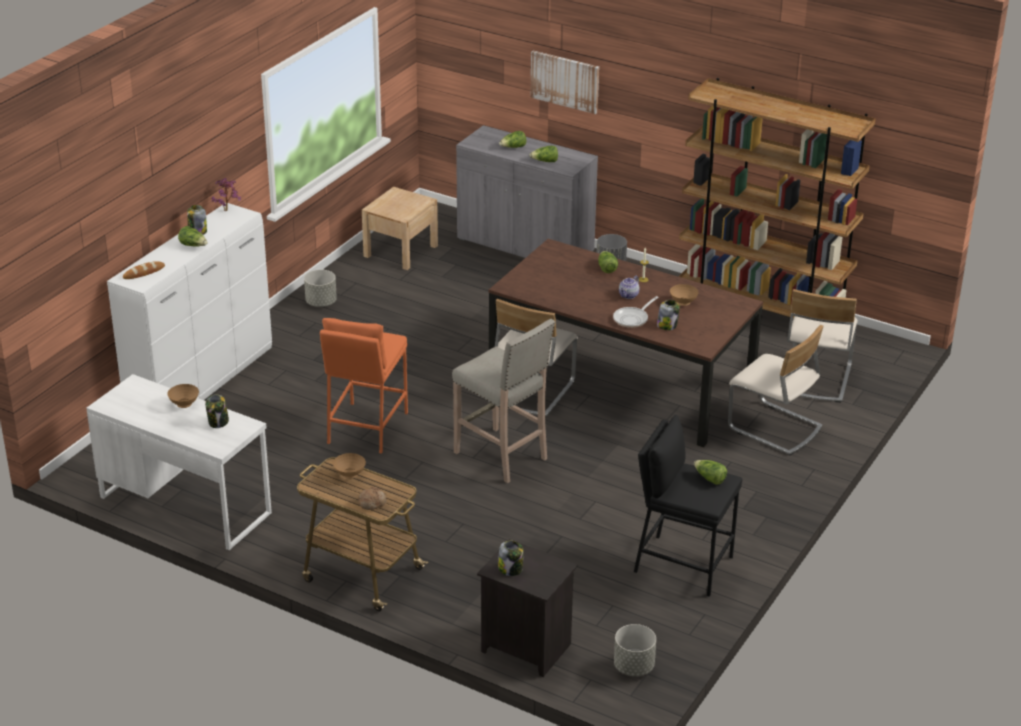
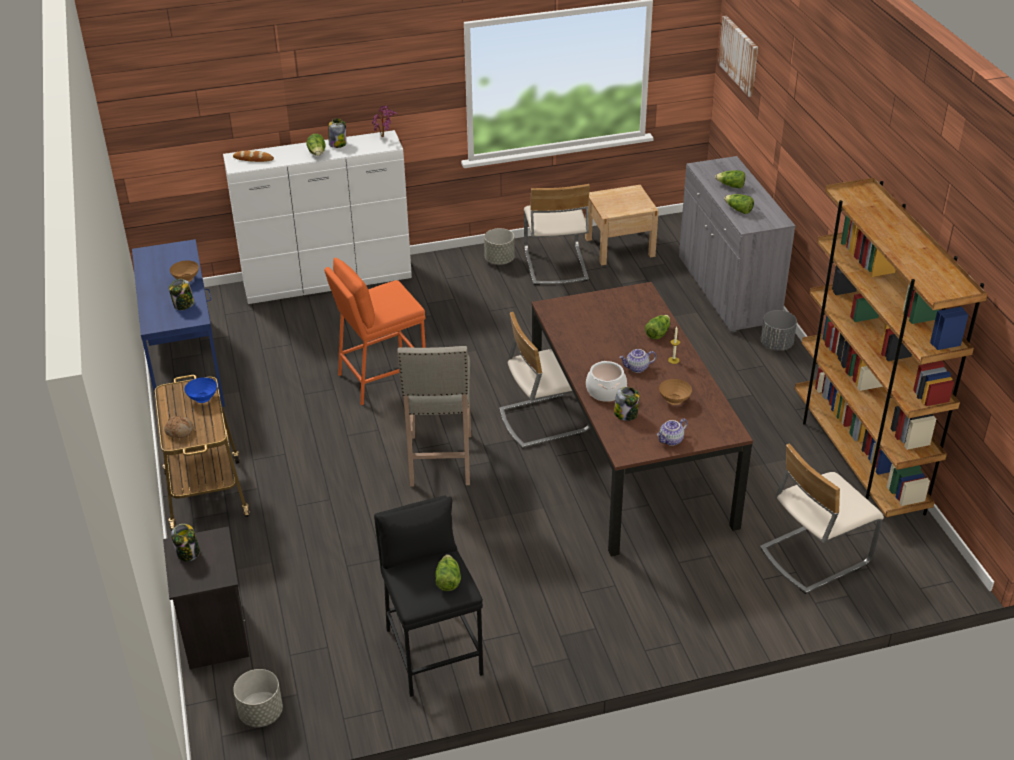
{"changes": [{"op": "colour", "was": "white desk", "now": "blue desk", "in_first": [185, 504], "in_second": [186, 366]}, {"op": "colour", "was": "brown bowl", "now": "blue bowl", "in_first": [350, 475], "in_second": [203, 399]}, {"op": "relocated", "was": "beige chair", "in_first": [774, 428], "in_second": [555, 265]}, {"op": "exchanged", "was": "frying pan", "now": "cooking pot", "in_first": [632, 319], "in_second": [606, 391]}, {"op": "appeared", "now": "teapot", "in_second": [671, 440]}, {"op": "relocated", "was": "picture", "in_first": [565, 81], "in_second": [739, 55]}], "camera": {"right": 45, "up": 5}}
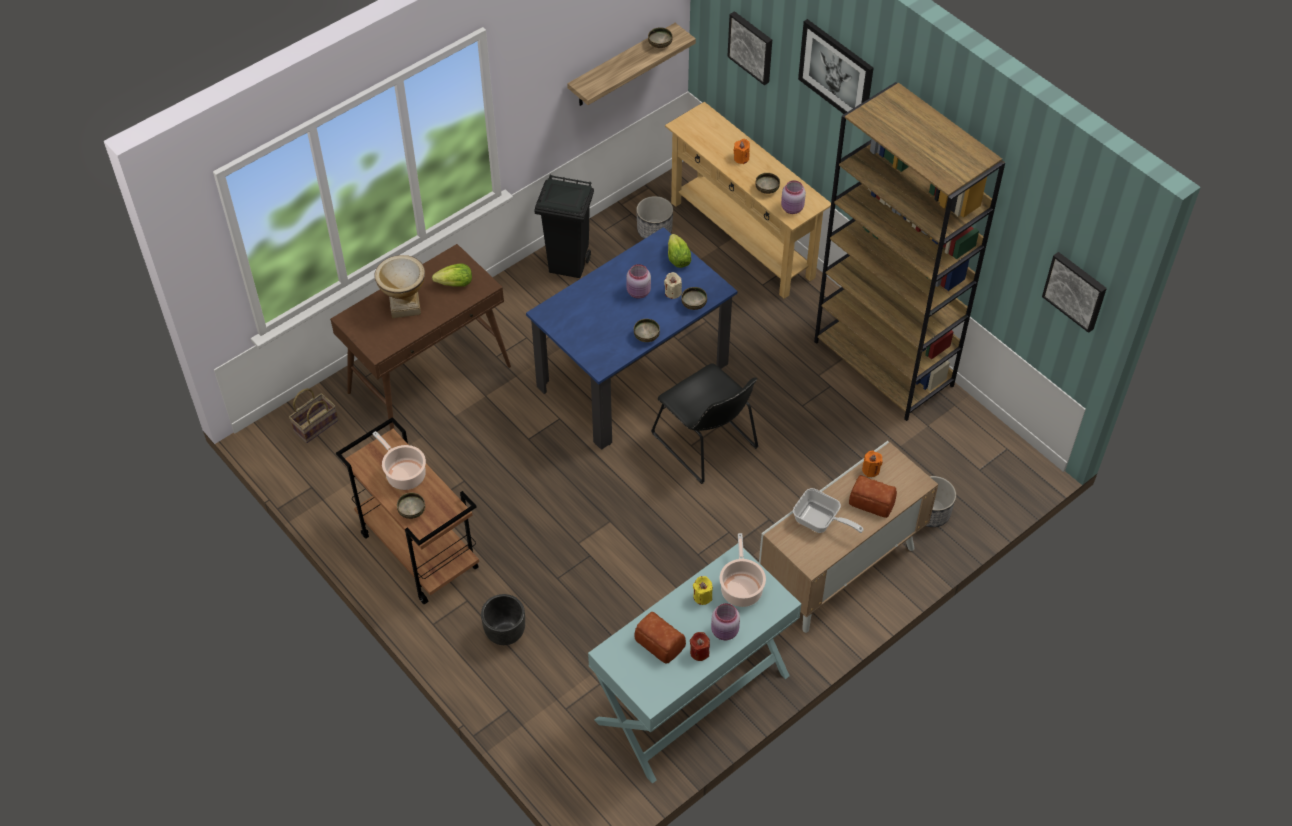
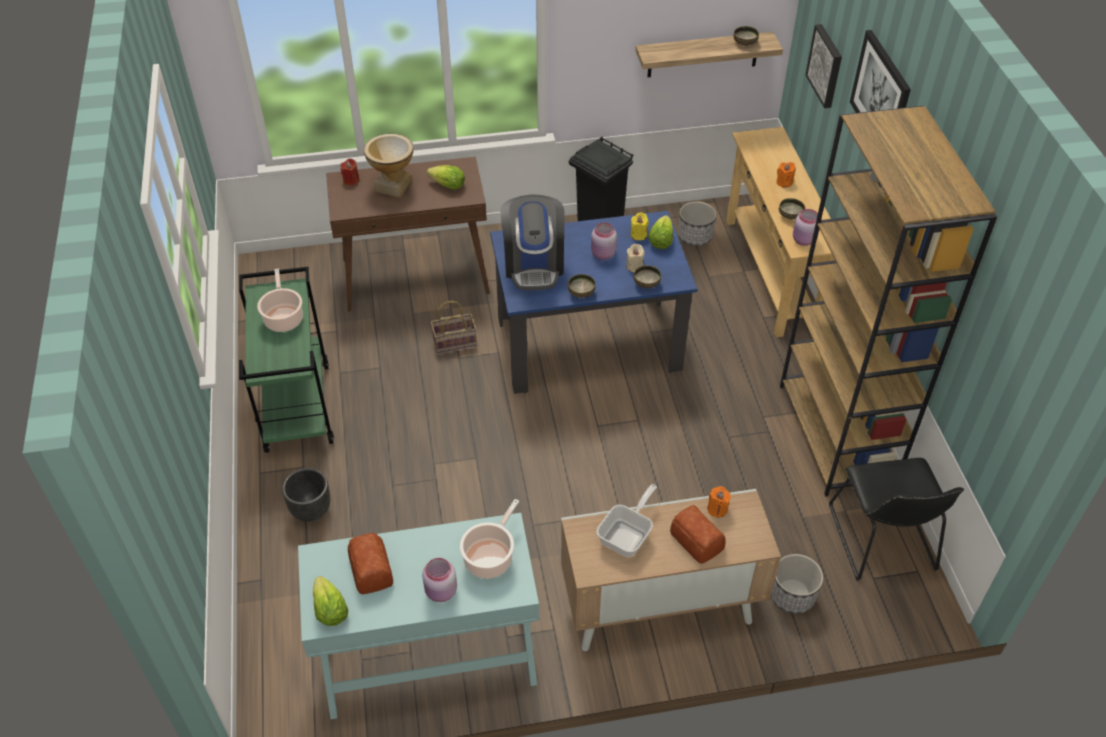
{"changes": [{"op": "colour", "was": "brown cart", "now": "green cart", "in_first": [418, 551], "in_second": [296, 407]}, {"op": "appeared", "now": "lettuce", "in_second": [330, 611]}, {"op": "relocated", "was": "red candle", "in_first": [699, 652], "in_second": [351, 180]}, {"op": "relocated", "was": "basket", "in_first": [316, 424], "in_second": [455, 341]}, {"op": "appeared", "now": "coffee machine", "in_second": [534, 265]}, {"op": "spun", "was": "frying pan", "in_first": [820, 522], "in_second": [628, 535], "clockwise": -120}, {"op": "relocated", "was": "yellow candle", "in_first": [702, 596], "in_second": [638, 235]}, {"op": "relocated", "was": "black chair", "in_first": [707, 444], "in_second": [883, 542]}, {"op": "missing", "was": "bowl", "in_first": [411, 511]}, {"op": "missing", "was": "picture", "in_first": [1076, 290]}], "camera": {"right": 30, "up": -5}}
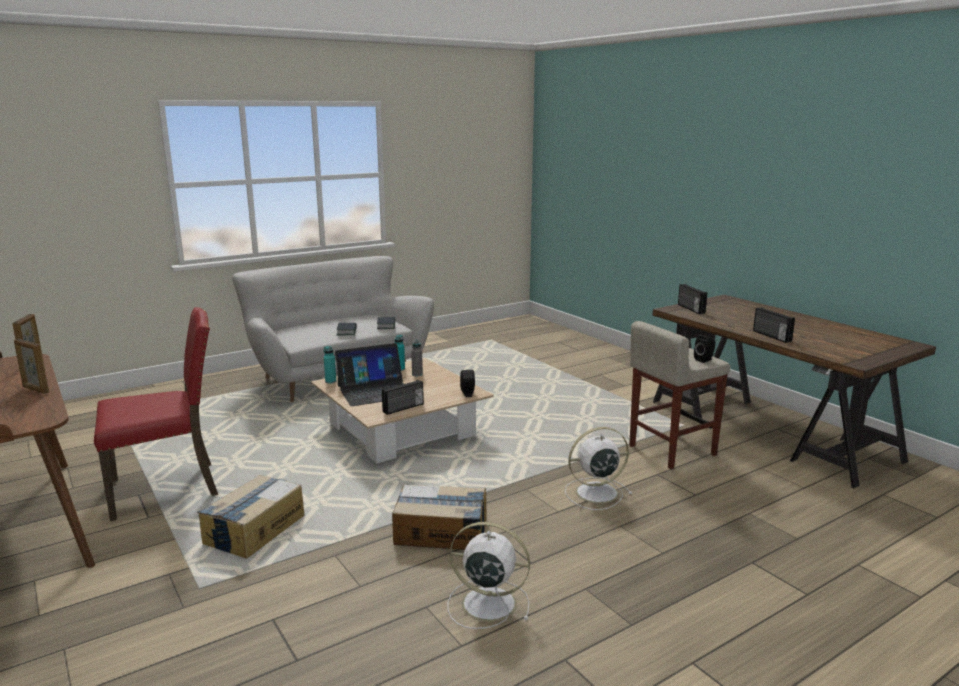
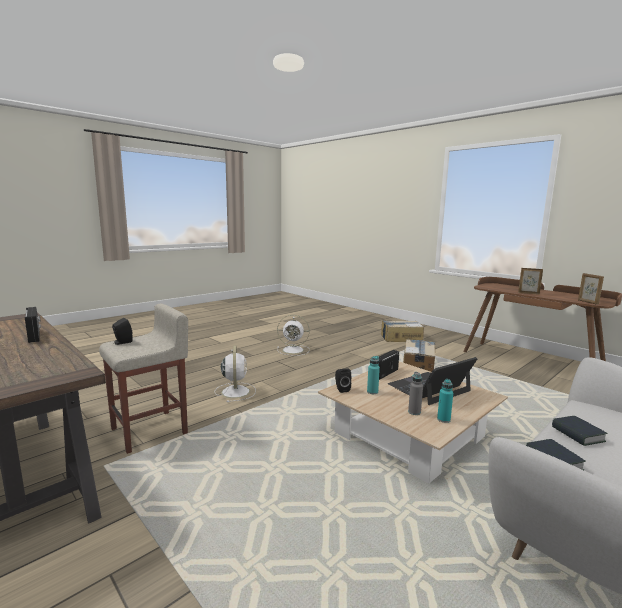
{"changes": [{"op": "spun", "was": "white fan", "in_first": [595, 493], "in_second": [235, 391], "clockwise": -75}, {"op": "relocated", "was": "turquoise bottle", "in_first": [330, 381], "in_second": [372, 392]}, {"op": "relocated", "was": "cardboard box", "in_first": [441, 532], "in_second": [401, 338]}, {"op": "missing", "was": "red chair", "in_first": [167, 488]}, {"op": "missing", "was": "radio", "in_first": [690, 309]}], "camera": {"right": 170, "up": -5}}
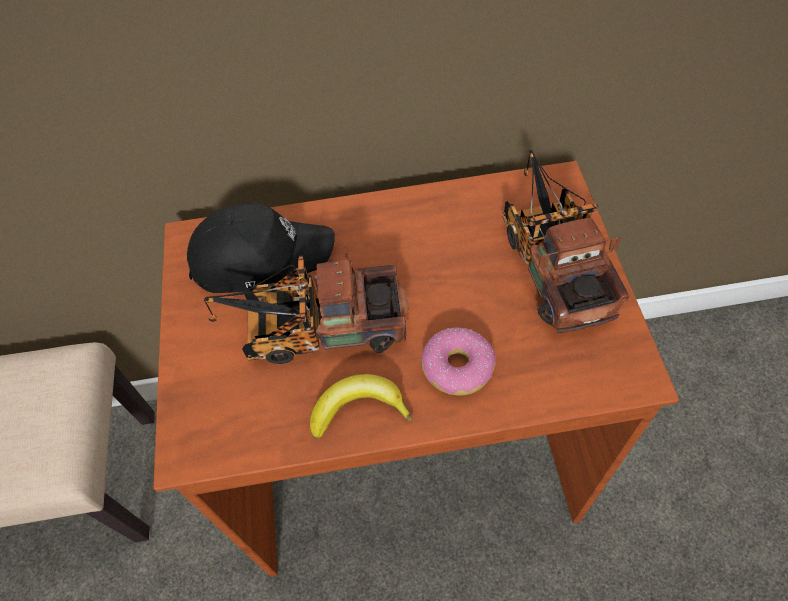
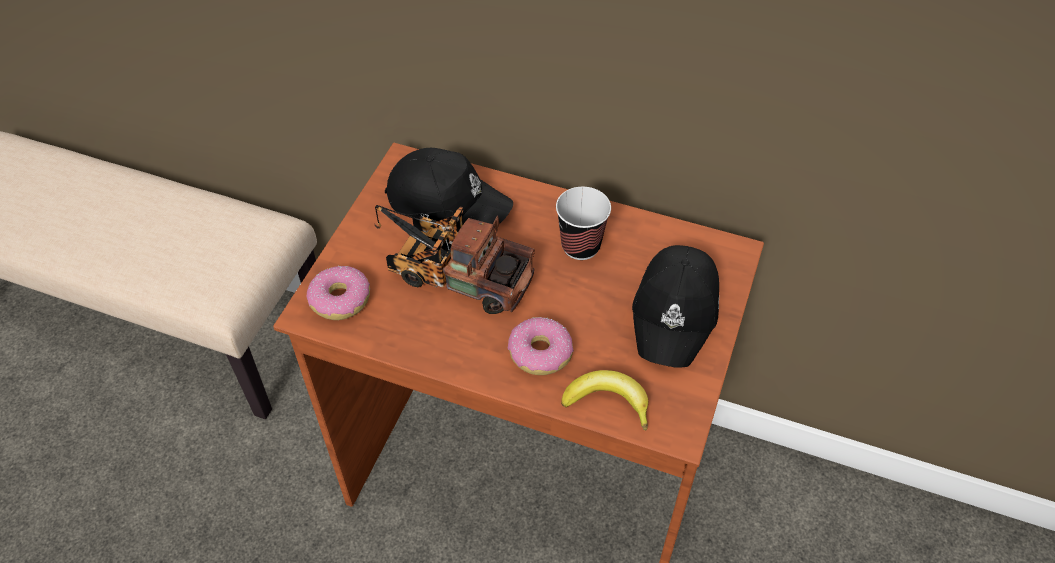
{"changes": [{"op": "appeared", "now": "donut", "in_second": [340, 299]}, {"op": "appeared", "now": "cup", "in_second": [580, 246]}, {"op": "relocated", "was": "banana", "in_first": [358, 409], "in_second": [608, 402]}, {"op": "exchanged", "was": "toy truck", "now": "black cap", "in_first": [551, 262], "in_second": [676, 312]}], "camera": {"right": 25, "up": -5}}
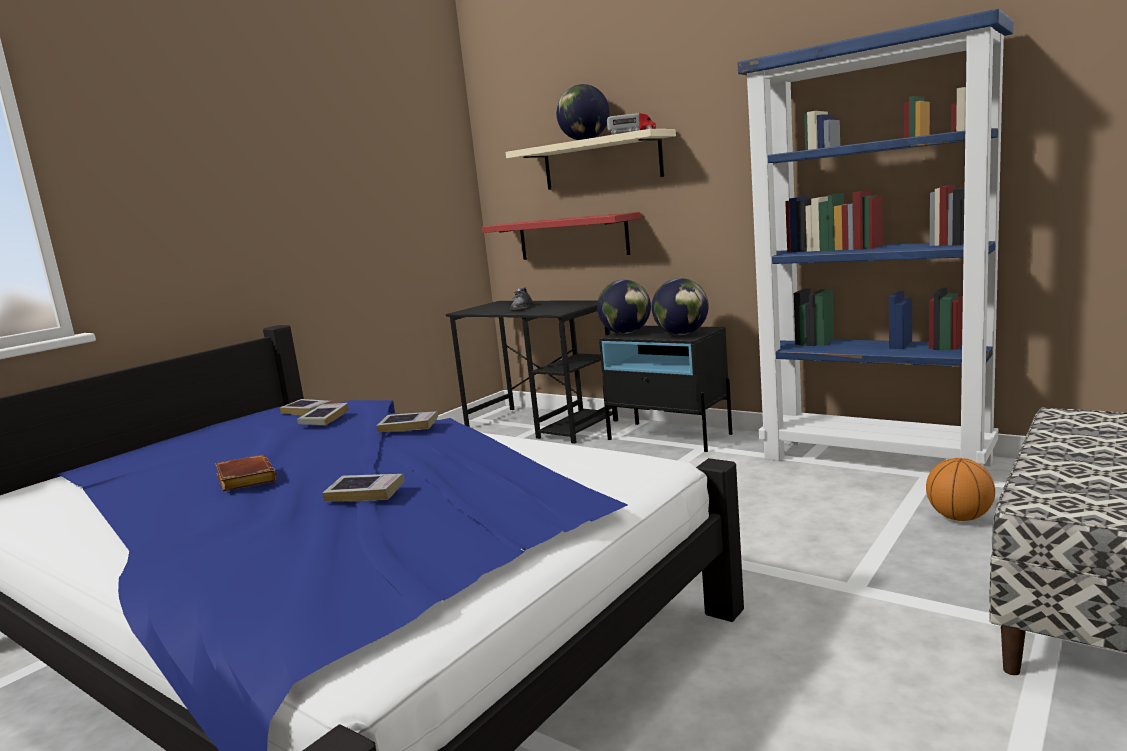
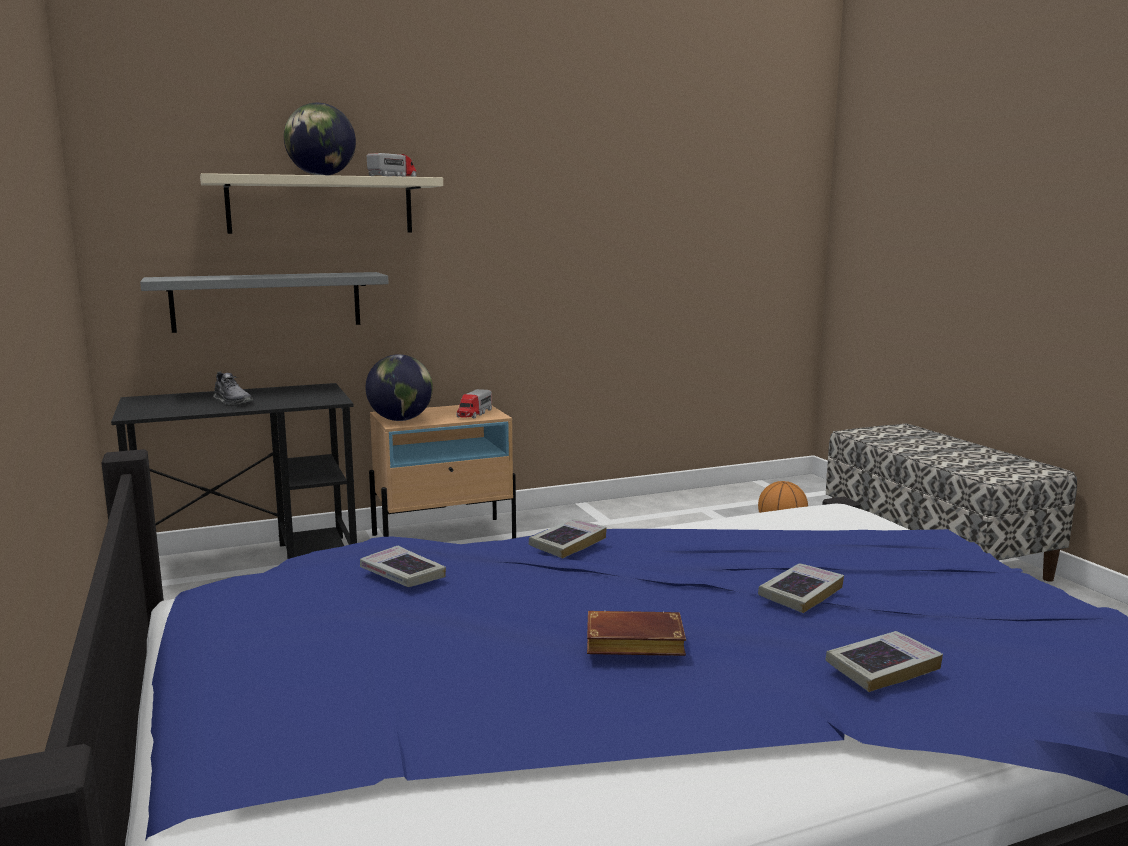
{"changes": [{"op": "colour", "was": "red shelf", "now": "grey shelf", "in_first": [572, 237], "in_second": [267, 301]}, {"op": "colour", "was": "black nightstand", "now": "beige nightstand", "in_first": [669, 437], "in_second": [444, 536]}, {"op": "exchanged", "was": "globe", "now": "toy truck", "in_first": [681, 334], "in_second": [474, 414]}, {"op": "relocated", "was": "book", "in_first": [307, 411], "in_second": [882, 667]}, {"op": "missing", "was": "blue bookcase", "in_first": [875, 460]}], "camera": {"right": -60, "up": 0}}
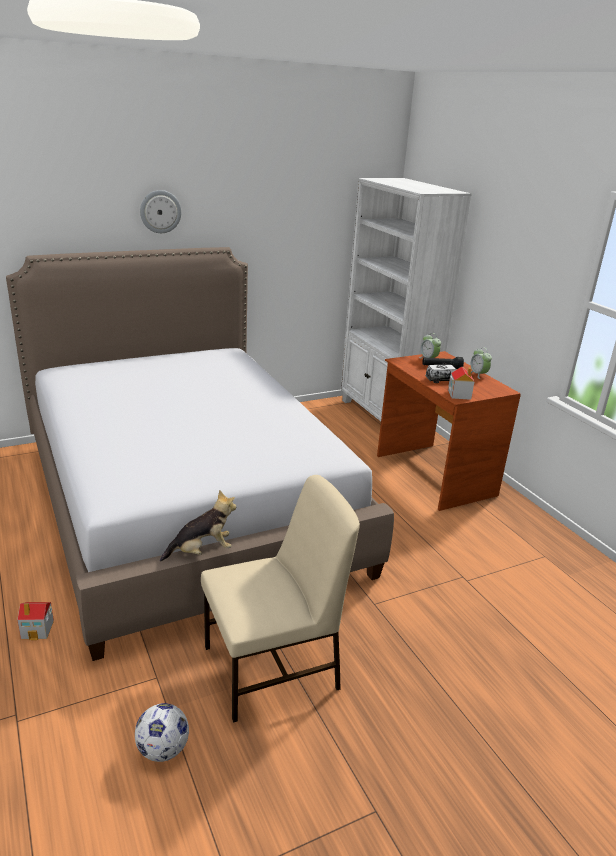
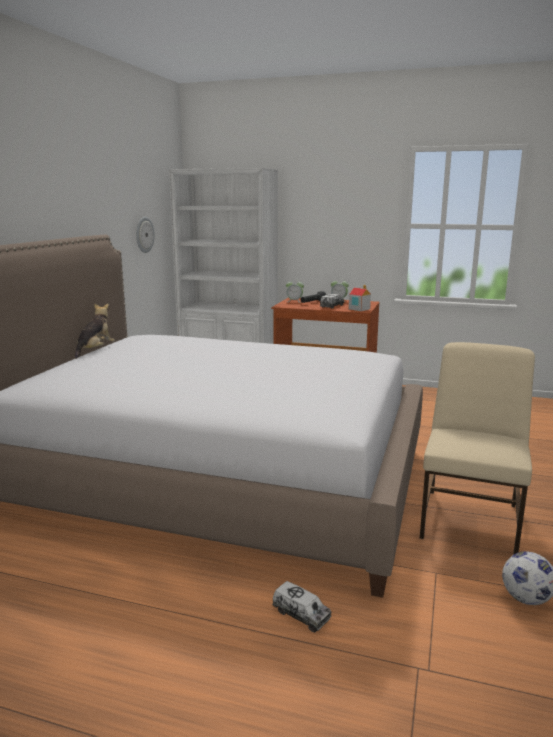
{"changes": [{"op": "relocated", "was": "plush toy", "in_first": [202, 551], "in_second": [95, 350]}, {"op": "relocated", "was": "wall clock", "in_first": [160, 211], "in_second": [144, 234]}, {"op": "exchanged", "was": "toy house", "now": "toy truck", "in_first": [38, 629], "in_second": [301, 615]}], "camera": {"right": -45, "up": -10}}
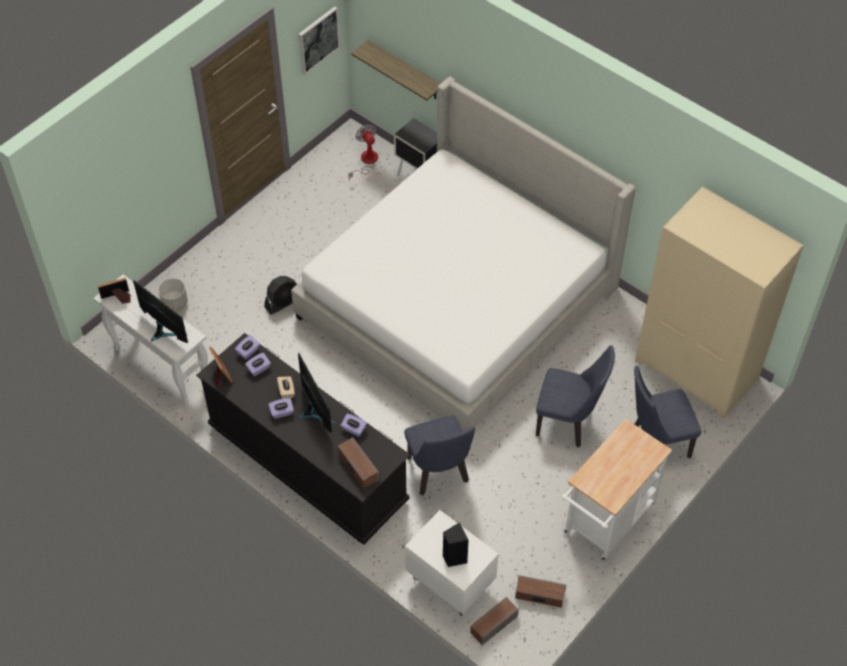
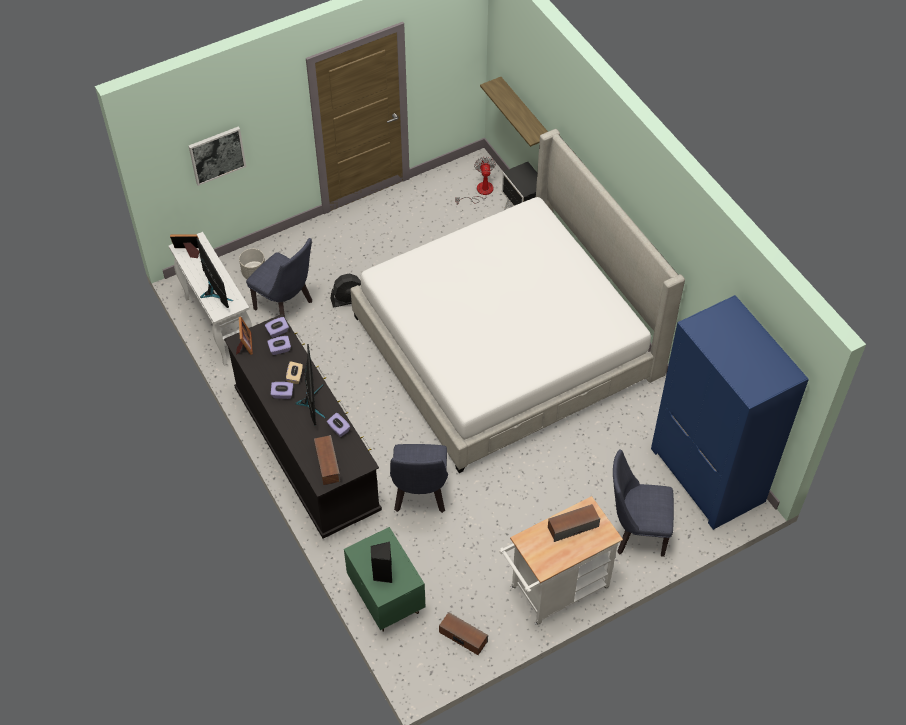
{"changes": [{"op": "relocated", "was": "picture", "in_first": [318, 40], "in_second": [217, 155]}, {"op": "relocated", "was": "blue chair", "in_first": [568, 423], "in_second": [287, 308]}, {"op": "colour", "was": "white nightstand", "now": "green nightstand", "in_first": [450, 583], "in_second": [386, 599]}, {"op": "relocated", "was": "speaker", "in_first": [493, 624], "in_second": [572, 526]}, {"op": "colour", "was": "beige wardrobe", "now": "blue wardrobe", "in_first": [698, 369], "in_second": [708, 475]}], "camera": {"right": 20, "up": 0}}
